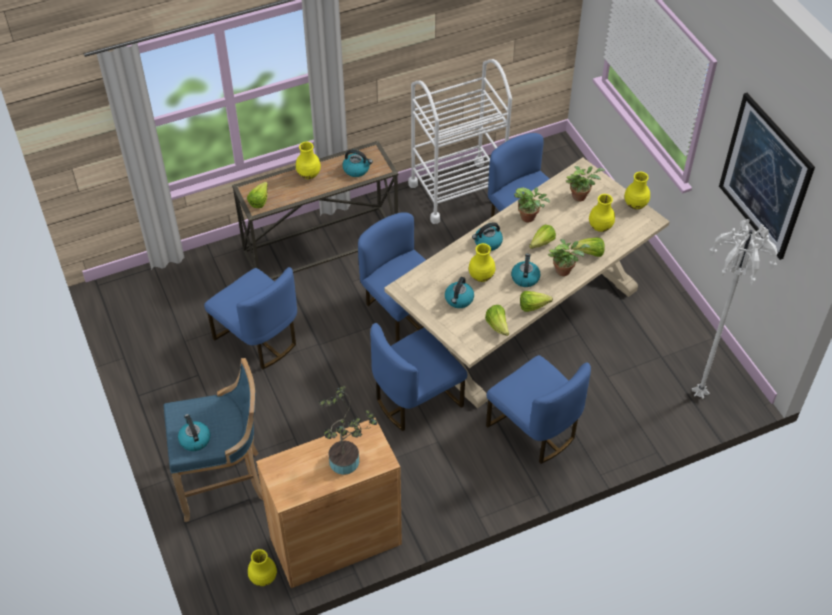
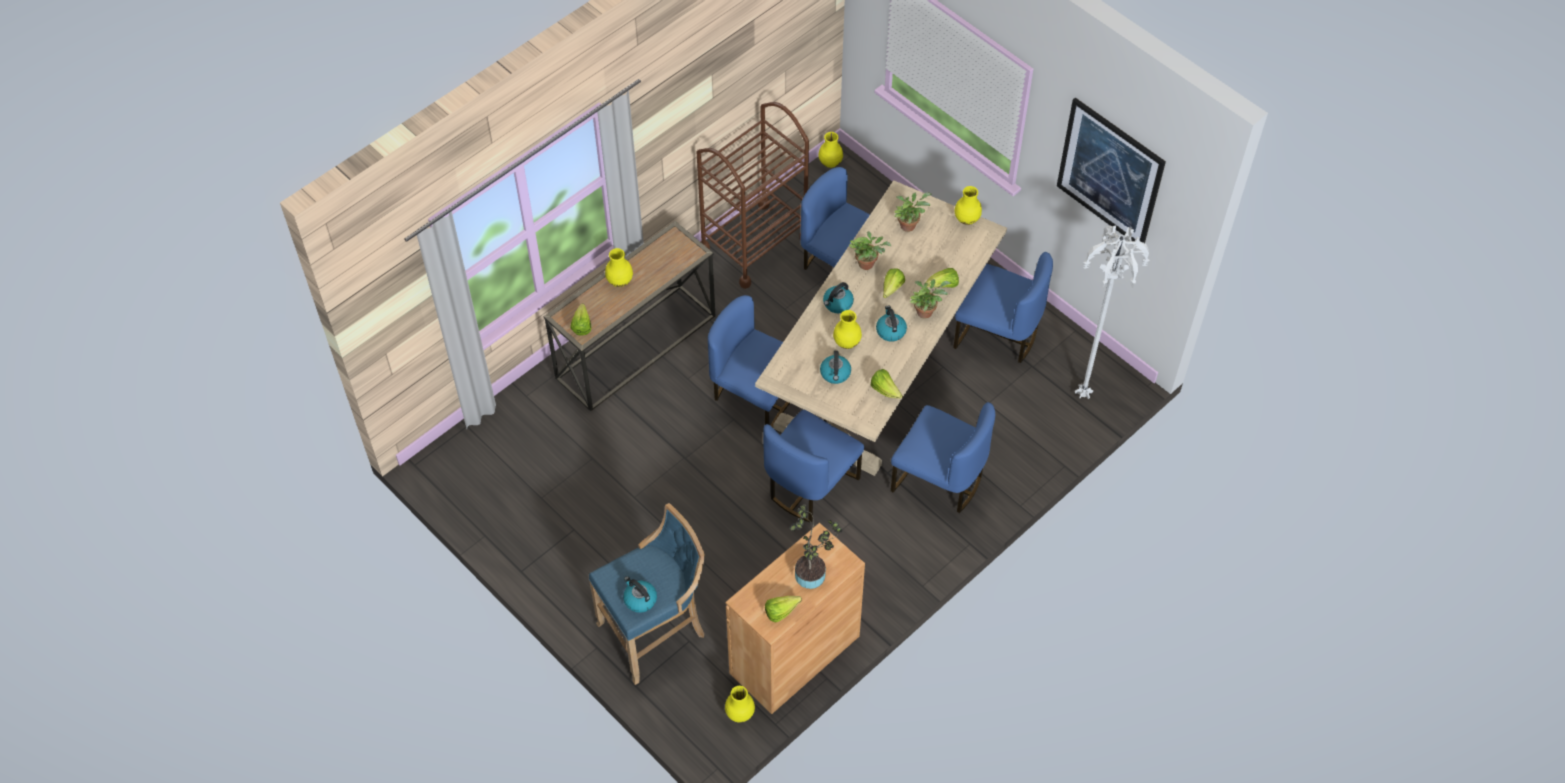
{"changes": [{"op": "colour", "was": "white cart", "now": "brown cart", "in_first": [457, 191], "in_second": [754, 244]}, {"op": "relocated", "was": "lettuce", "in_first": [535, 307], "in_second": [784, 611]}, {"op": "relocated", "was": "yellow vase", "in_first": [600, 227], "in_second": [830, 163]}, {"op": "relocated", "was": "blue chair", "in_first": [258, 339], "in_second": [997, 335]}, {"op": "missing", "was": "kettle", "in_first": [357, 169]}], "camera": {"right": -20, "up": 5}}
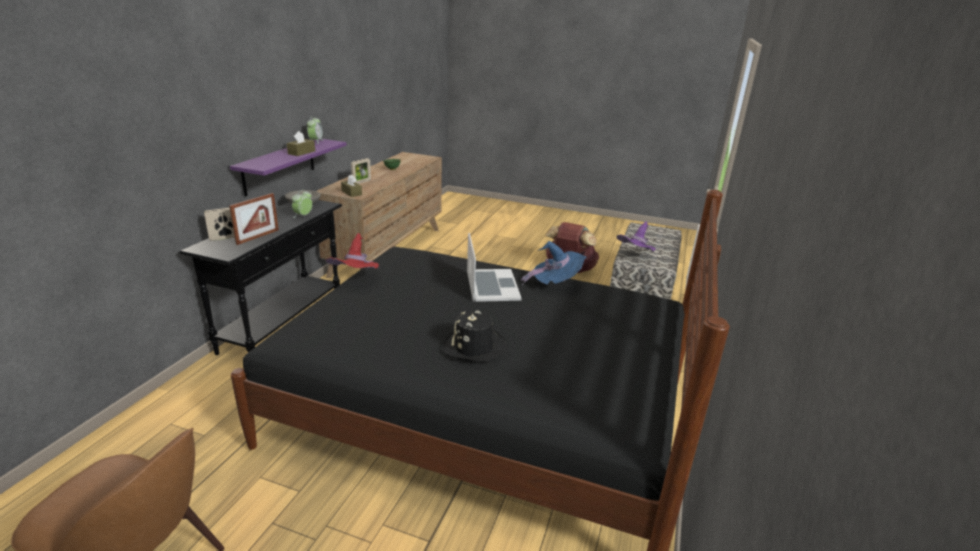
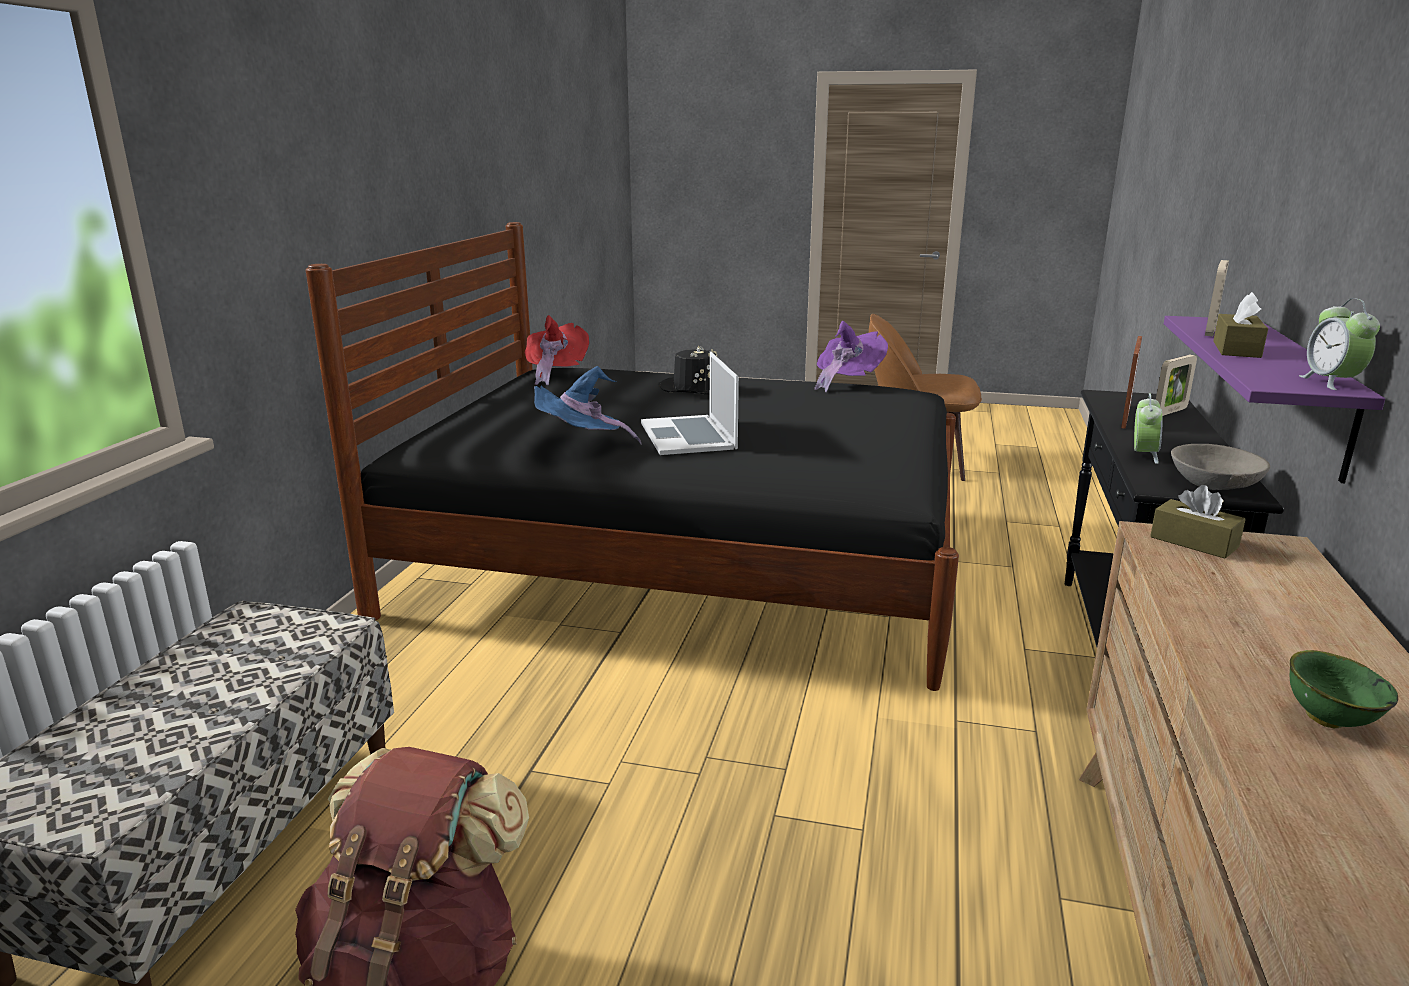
{"changes": [{"op": "relocated", "was": "red hat", "in_first": [356, 280], "in_second": [555, 374]}, {"op": "relocated", "was": "purple hat", "in_first": [635, 257], "in_second": [846, 382]}, {"op": "relocated", "was": "picture frame", "in_first": [361, 182], "in_second": [1210, 331]}], "camera": {"right": 175, "up": -5}}
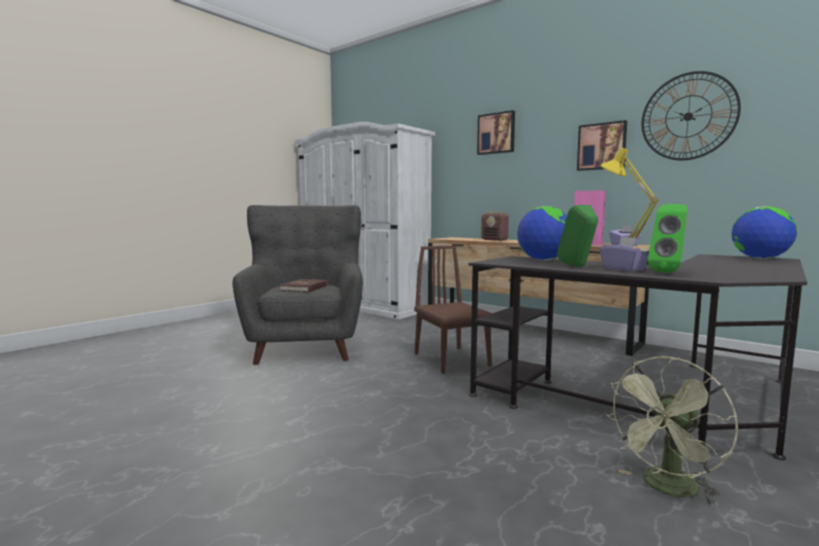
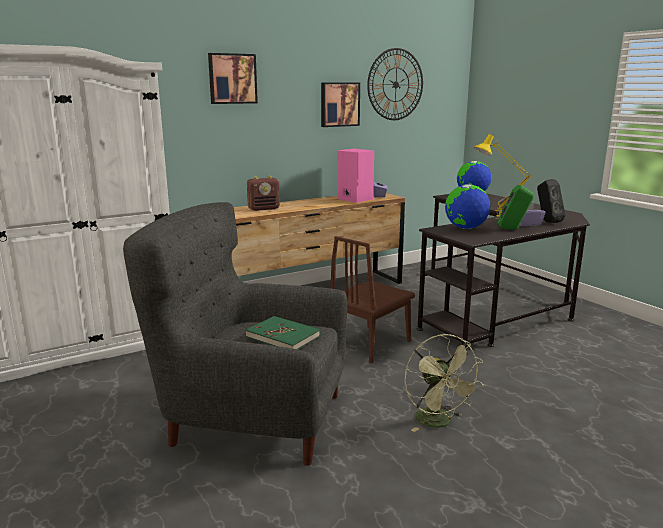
{"changes": [{"op": "colour", "was": "red book", "now": "green book", "in_first": [305, 288], "in_second": [283, 336]}, {"op": "spun", "was": "brown chair", "in_first": [451, 360], "in_second": [370, 343], "clockwise": -45}, {"op": "relocated", "was": "green fan", "in_first": [667, 489], "in_second": [439, 423]}, {"op": "colour", "was": "green speaker", "now": "black speaker", "in_first": [668, 272], "in_second": [547, 221]}], "camera": {"right": -70, "up": 10}}
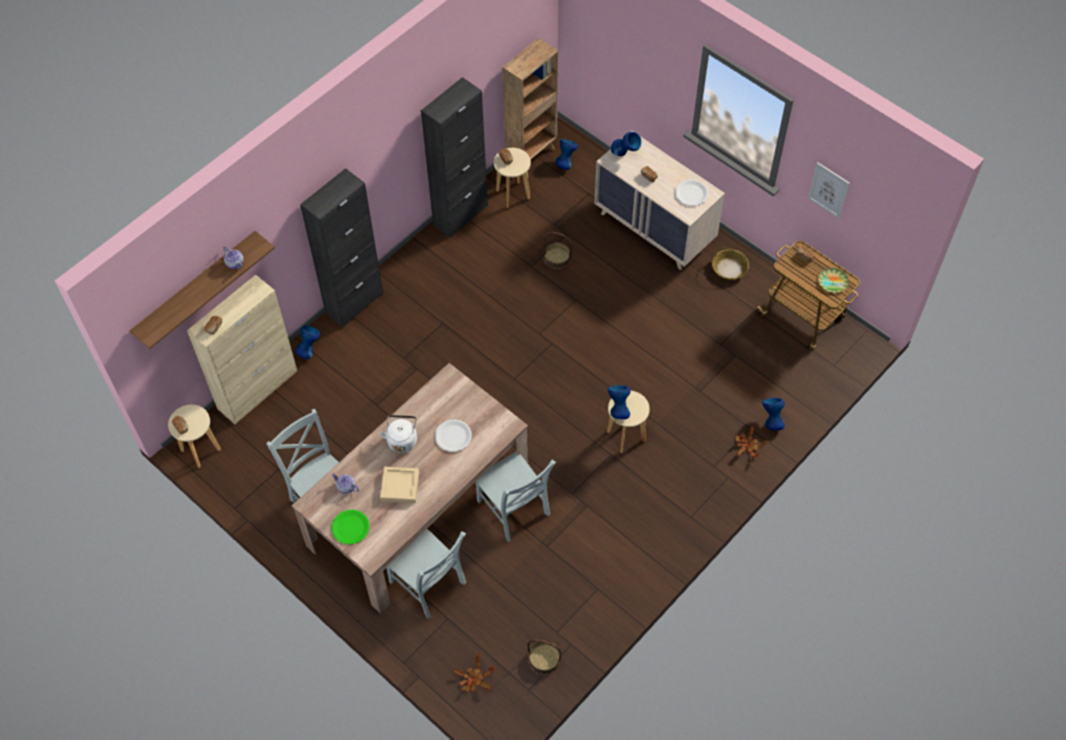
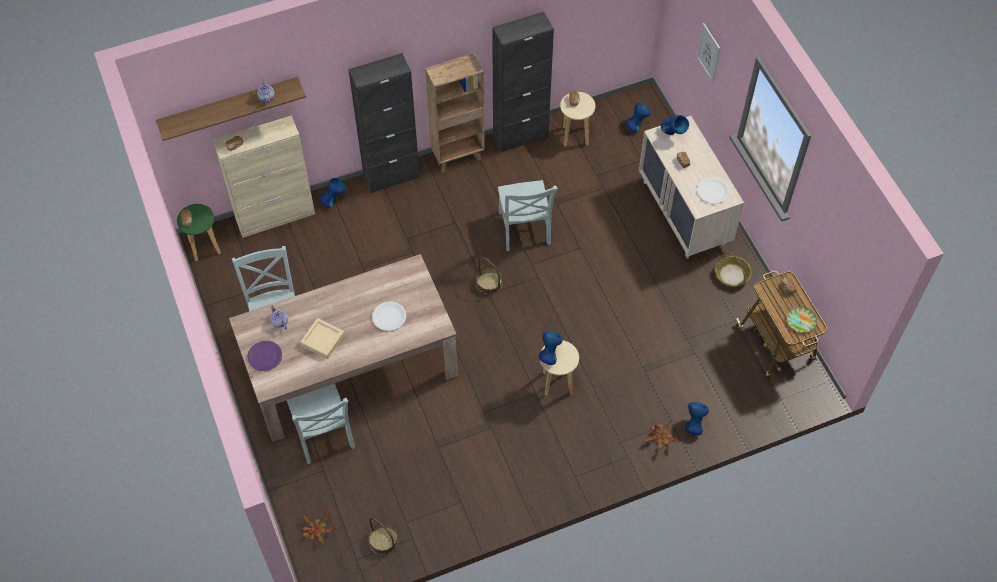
{"changes": [{"op": "colour", "was": "beige stool", "now": "green stool", "in_first": [200, 450], "in_second": [204, 247]}, {"op": "colour", "was": "green plate", "now": "purple plate", "in_first": [350, 527], "in_second": [265, 356]}, {"op": "relocated", "was": "brown bookcase", "in_first": [531, 154], "in_second": [458, 156]}, {"op": "relocated", "was": "basket", "in_first": [557, 258], "in_second": [489, 283]}, {"op": "relocated", "was": "grey chair", "in_first": [514, 510], "in_second": [524, 230]}, {"op": "relocated", "was": "picture", "in_first": [828, 190], "in_second": [708, 52]}, {"op": "missing", "was": "white kettle", "in_first": [402, 440]}], "camera": {"right": 25, "up": 0}}
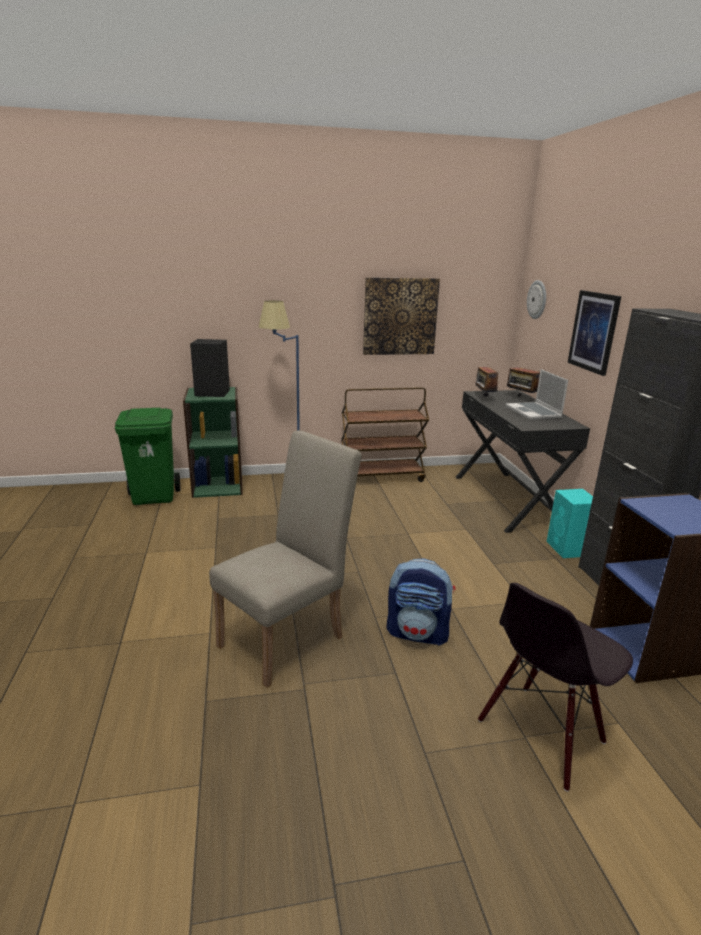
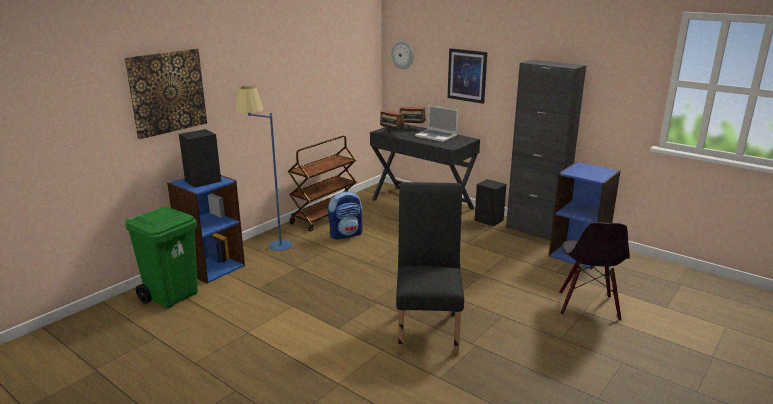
{"changes": [{"op": "relocated", "was": "picture", "in_first": [400, 316], "in_second": [167, 92]}, {"op": "colour", "was": "green bookcase", "now": "blue bookcase", "in_first": [218, 486], "in_second": [212, 267]}, {"op": "relocated", "was": "backpack", "in_first": [418, 633], "in_second": [346, 234]}, {"op": "colour", "was": "beige chair", "now": "black chair", "in_first": [288, 637], "in_second": [428, 328]}, {"op": "colour", "was": "turquoise speaker", "now": "black speaker", "in_first": [568, 549], "in_second": [489, 220]}], "camera": {"right": -40, "up": 0}}
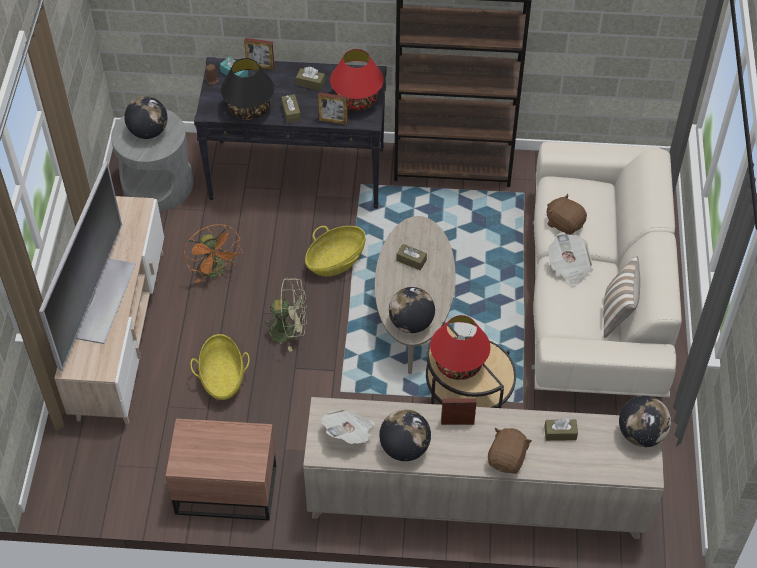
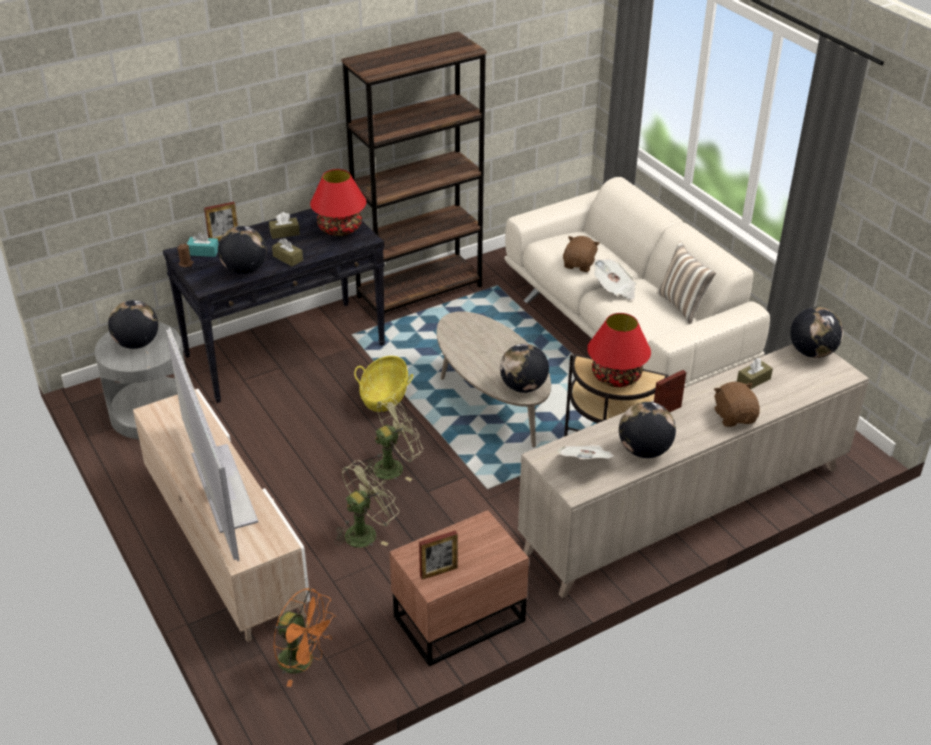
{"changes": [{"op": "exchanged", "was": "black table lamp", "now": "globe", "in_first": [249, 108], "in_second": [244, 270]}, {"op": "relocated", "was": "orange fan", "in_first": [216, 272], "in_second": [303, 662]}, {"op": "exchanged", "was": "basket", "now": "green fan", "in_first": [222, 377], "in_second": [365, 531]}, {"op": "relocated", "was": "picture frame", "in_first": [333, 121], "in_second": [438, 572]}, {"op": "spun", "was": "brown plush toy", "in_first": [564, 224], "in_second": [579, 265], "clockwise": 105}, {"op": "missing", "was": "brown tissue box", "in_first": [411, 260]}], "camera": {"right": -35, "up": -15}}
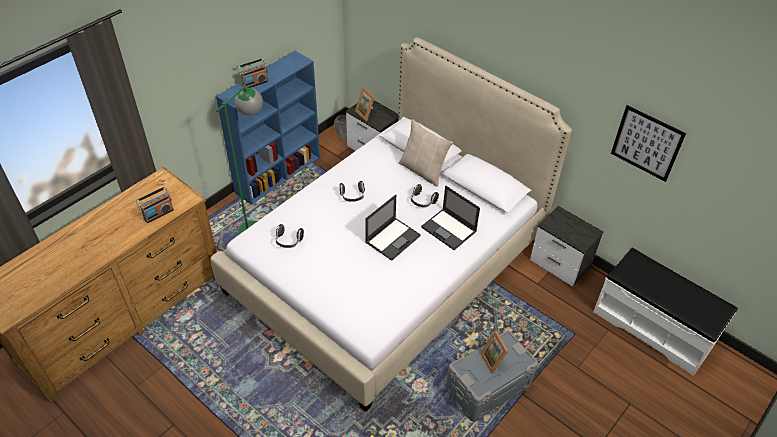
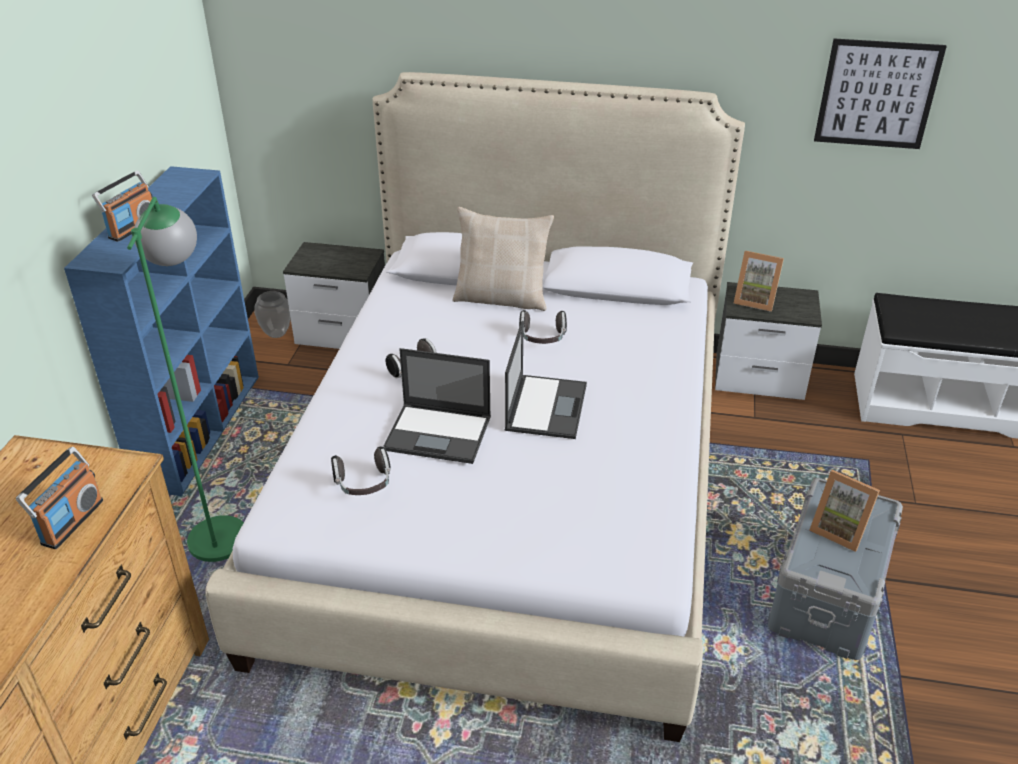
{"changes": [{"op": "relocated", "was": "laptop", "in_first": [449, 229], "in_second": [439, 433]}, {"op": "relocated", "was": "picture frame", "in_first": [367, 113], "in_second": [755, 300]}], "camera": {"right": -30, "up": -10}}
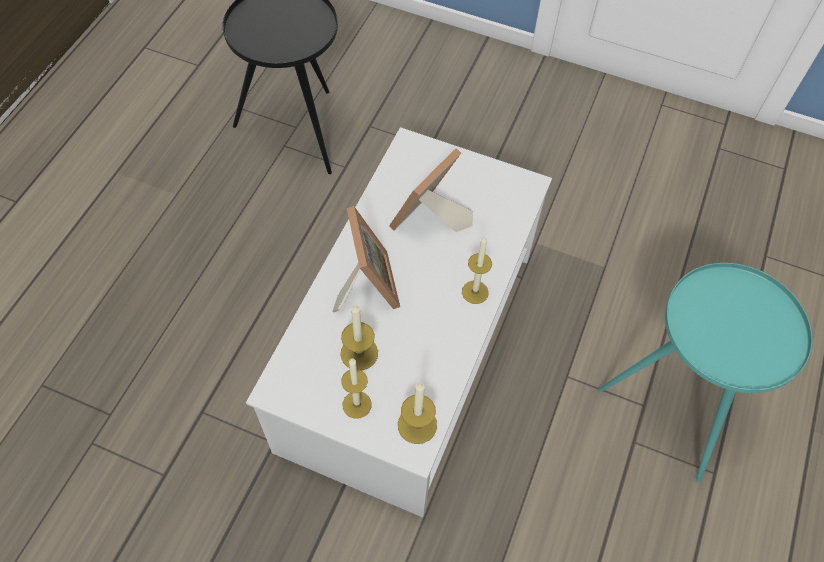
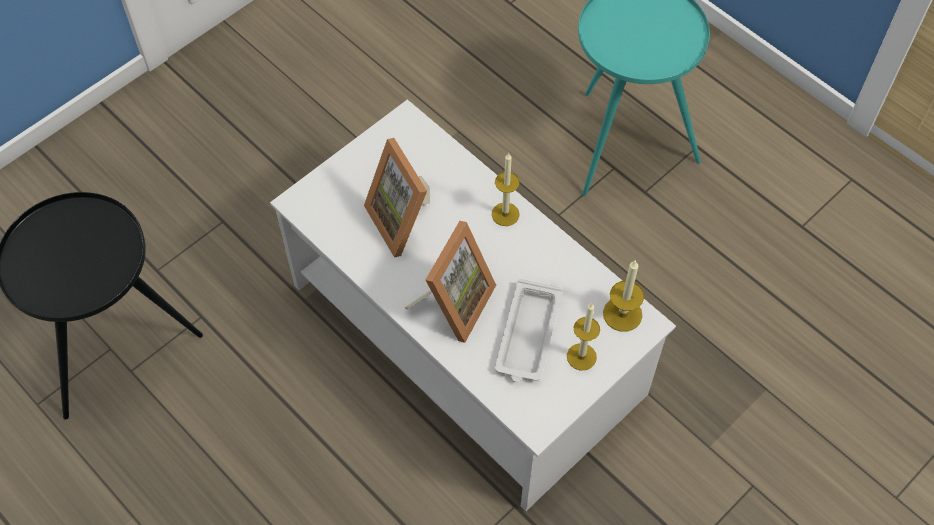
{"changes": [{"op": "spun", "was": "picture frame", "in_first": [366, 284], "in_second": [453, 303], "clockwise": 105}, {"op": "exchanged", "was": "candle", "now": "white tray", "in_first": [359, 353], "in_second": [527, 336]}], "camera": {"right": -65, "up": 0}}
